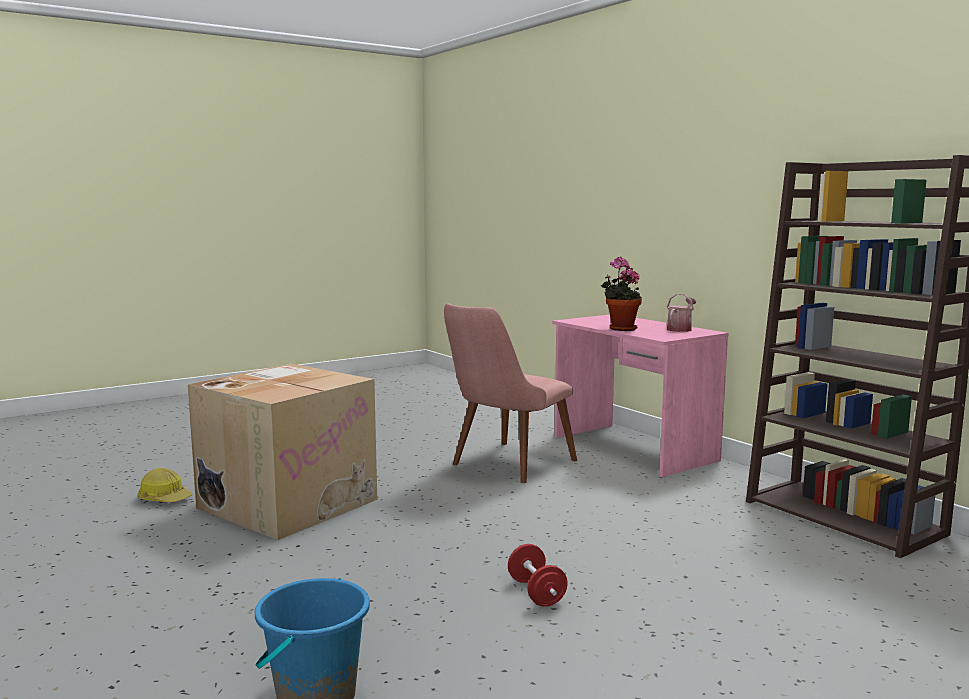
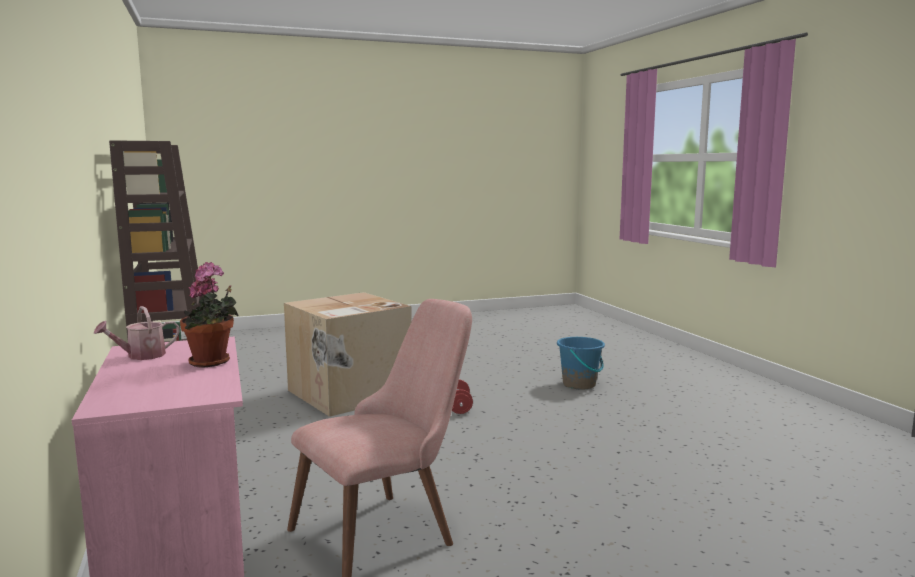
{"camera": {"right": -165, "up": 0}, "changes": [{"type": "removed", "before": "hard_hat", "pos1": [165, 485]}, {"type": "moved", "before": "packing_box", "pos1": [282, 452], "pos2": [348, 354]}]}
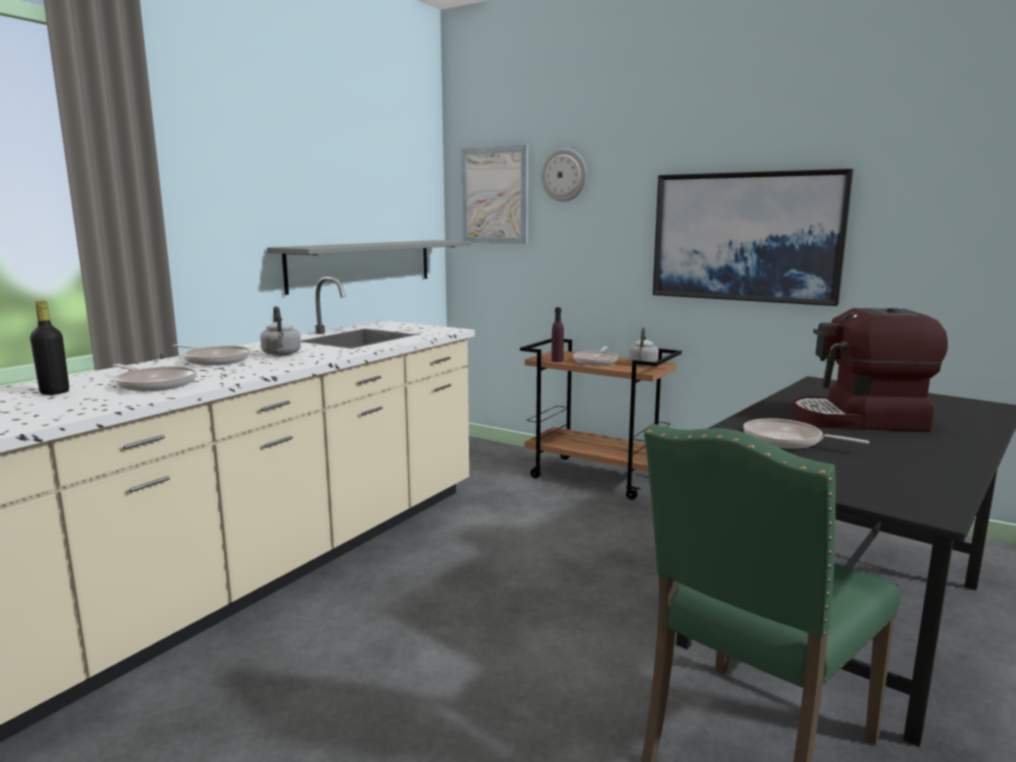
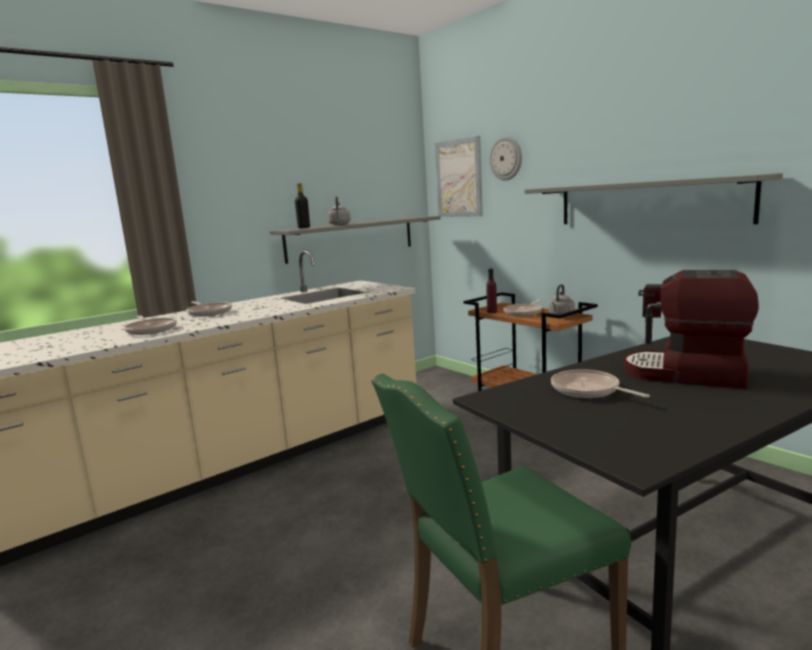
{"camera": {"right": 20, "up": 0}, "changes": [{"type": "moved", "before": "blackish_beverage_bottle", "pos1": [49, 348], "pos2": [302, 205]}, {"type": "moved", "before": "gray_tea_kettle", "pos1": [280, 331], "pos2": [339, 210]}, {"type": "replaced", "before": "picture", "after": "gray_bracket_shelf", "pos1": [753, 237], "pos2": [654, 198]}]}
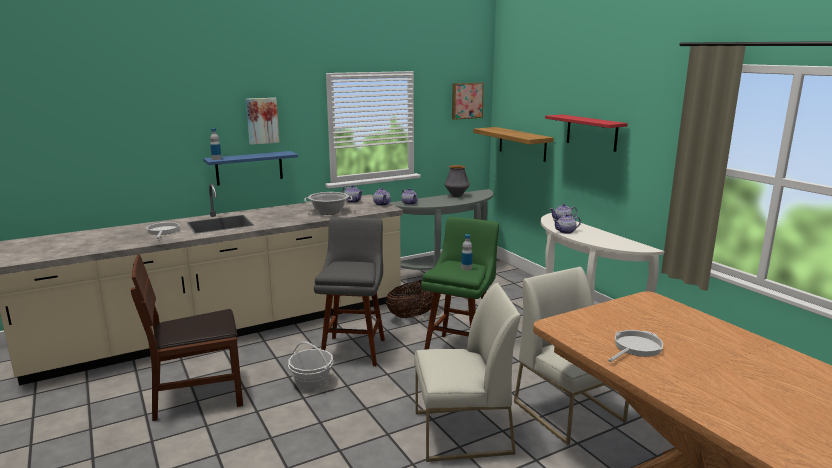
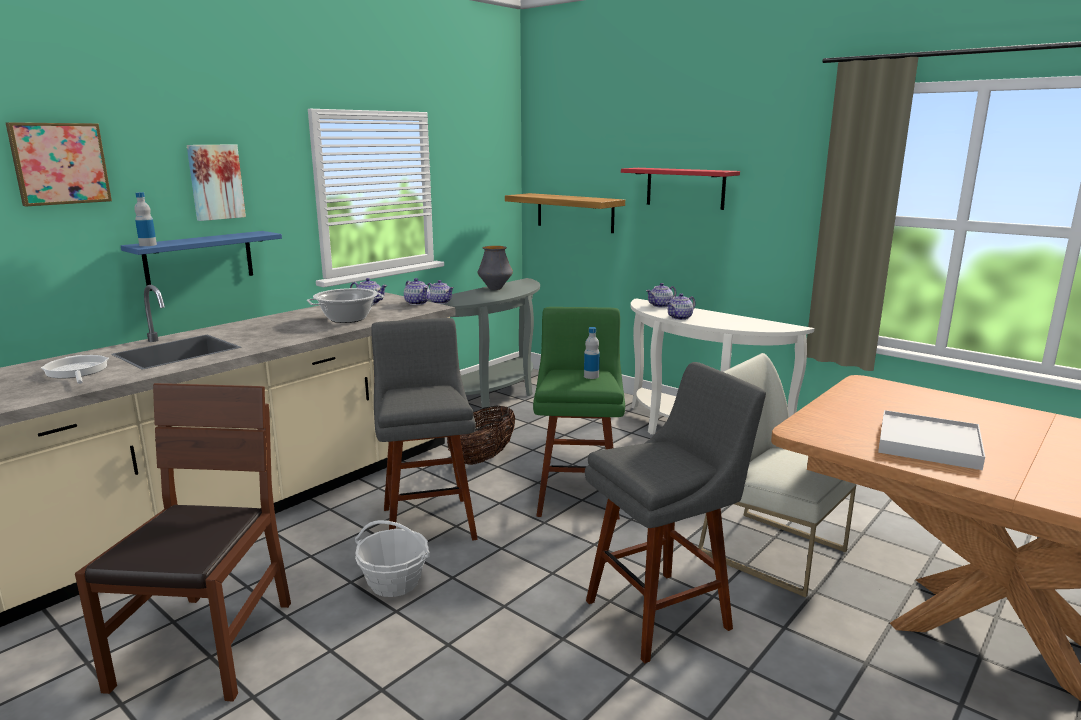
{"camera": {"right": -20, "up": 0}, "changes": [{"type": "turned", "before": "brown-coloured_chair", "pos1": [187, 337], "pos2": [183, 542], "turn": 135}, {"type": "replaced", "before": "whitish_chair", "after": "gray_sitting_stool", "pos1": [467, 372], "pos2": [675, 512]}, {"type": "moved", "before": "picture", "pos1": [468, 101], "pos2": [59, 164]}, {"type": "replaced", "before": "skillet", "after": "whitish_tray", "pos1": [635, 346], "pos2": [931, 440]}]}
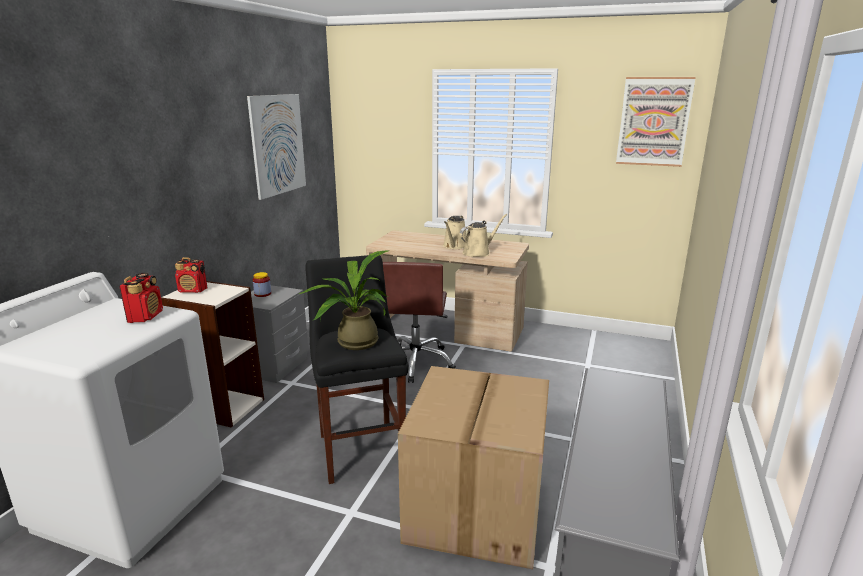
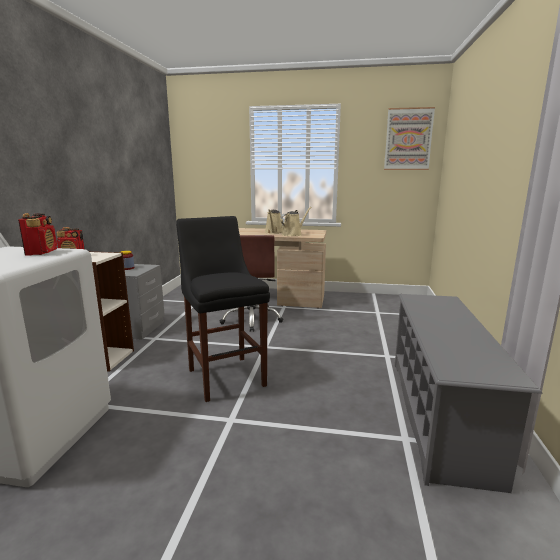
{"camera": {"right": -10, "up": -5}, "changes": [{"type": "removed", "before": "picture", "pos1": [276, 147]}, {"type": "removed", "before": "potted_plant", "pos1": [343, 300]}, {"type": "removed", "before": "packing_box", "pos1": [473, 467]}]}
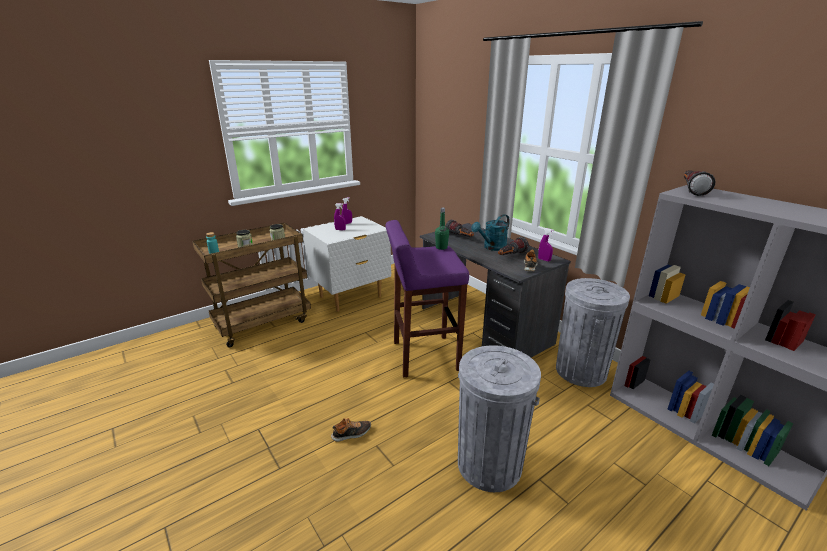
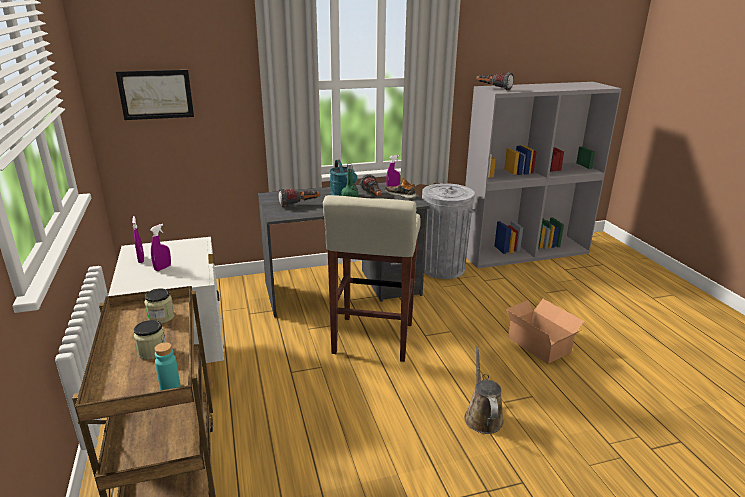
{"camera": {"right": -70, "up": 0}, "changes": [{"type": "replaced", "before": "item_of_footwear", "after": "brown-coloured_sprinkling_can", "pos1": [351, 430], "pos2": [484, 390]}, {"type": "recoloured", "before": "purple-coloured_sitting_stool", "after": "beige_sitting_stool", "pos1": [427, 298], "pos2": [372, 278]}, {"type": "replaced", "before": "gray_rubbish_bin", "after": "packing_box", "pos1": [499, 418], "pos2": [545, 331]}, {"type": "added", "after": "picture", "pos2": [155, 95]}]}
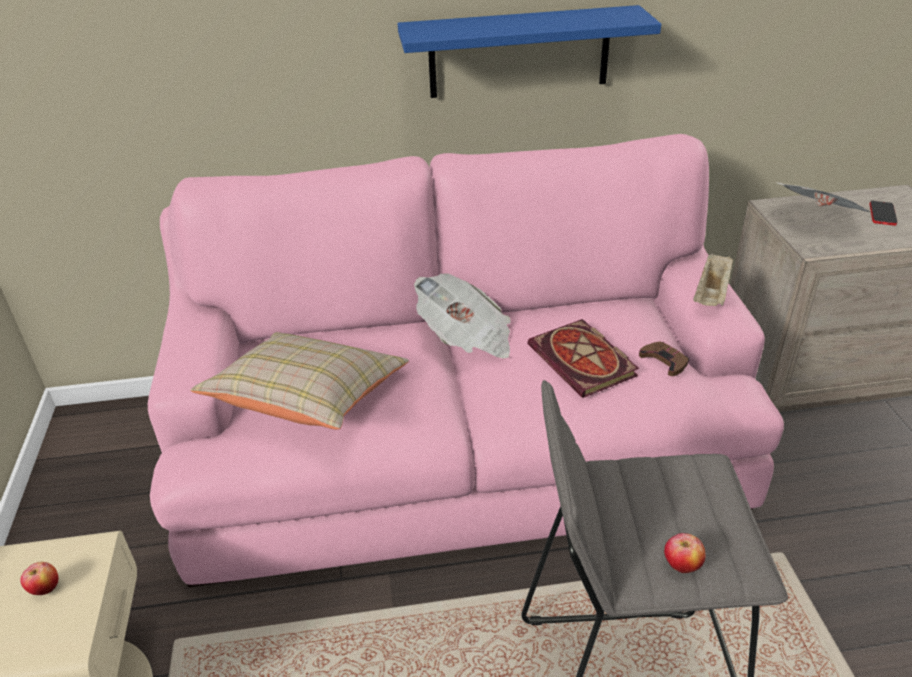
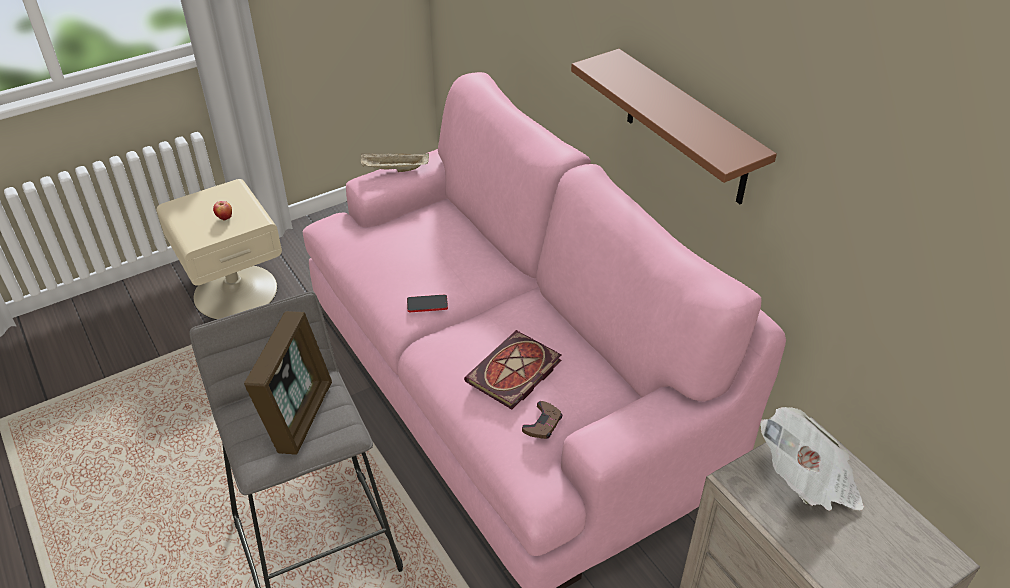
{"camera": {"right": 65, "up": 5}, "changes": [{"type": "removed", "before": "beige_throw_pillow", "pos1": [299, 381]}, {"type": "recoloured", "before": "blue_bracket_shelf", "after": "brown-coloured_bracket_shelf", "pos1": [529, 51], "pos2": [674, 126]}, {"type": "removed", "before": "printed_paper", "pos1": [462, 315]}, {"type": "removed", "before": "apple_fruit", "pos1": [684, 553]}, {"type": "moved", "before": "beige_tray", "pos1": [713, 279], "pos2": [395, 162]}, {"type": "moved", "before": "telephone", "pos1": [883, 213], "pos2": [427, 303]}, {"type": "added", "after": "picture_frame", "pos2": [288, 383]}]}
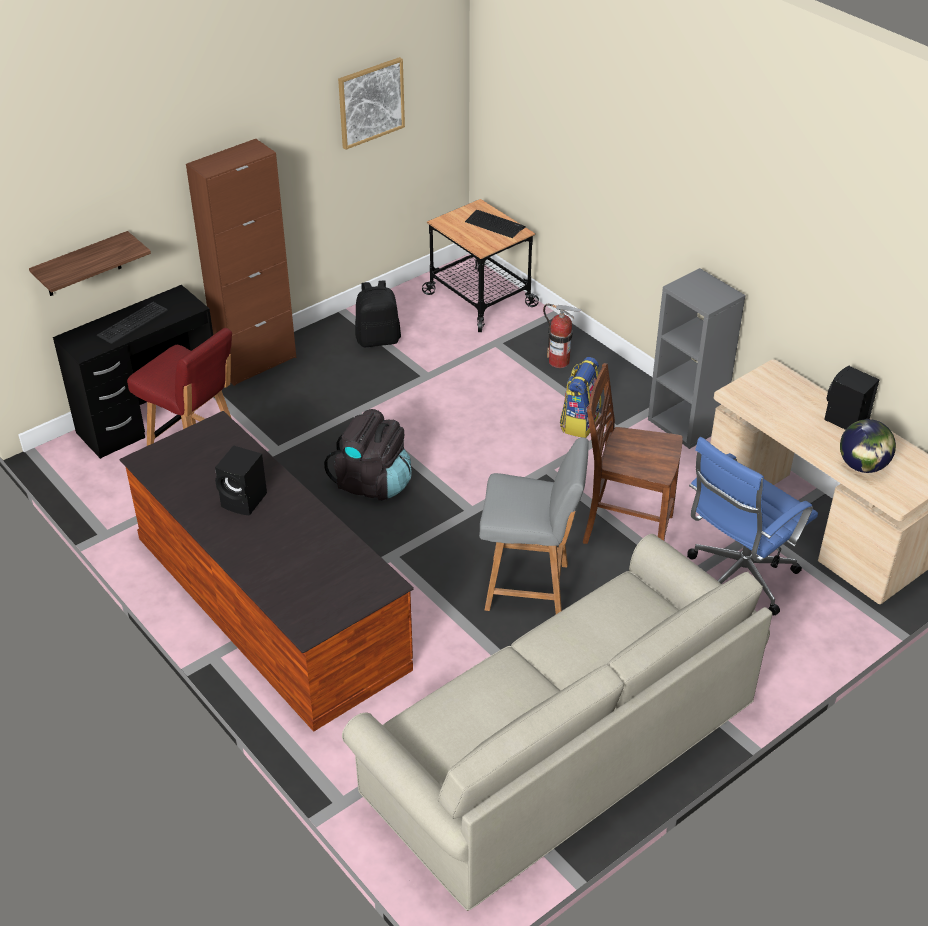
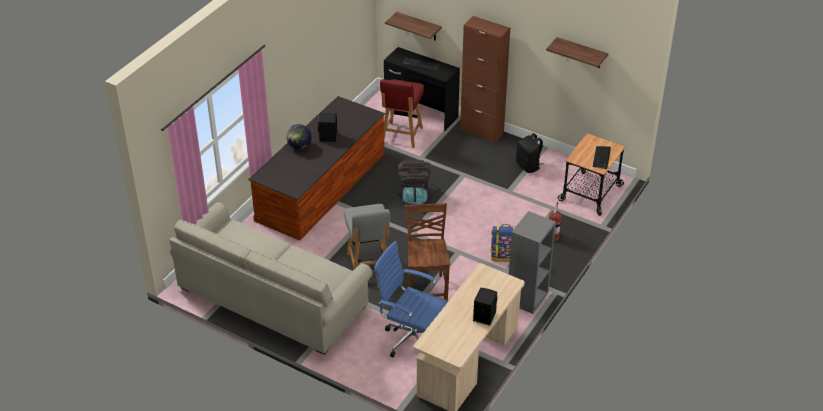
{"camera": {"right": 70, "up": 0}, "changes": [{"type": "replaced", "before": "picture", "after": "bracket_shelf", "pos1": [371, 103], "pos2": [577, 52]}, {"type": "moved", "before": "world_globe", "pos1": [868, 446], "pos2": [299, 136]}]}
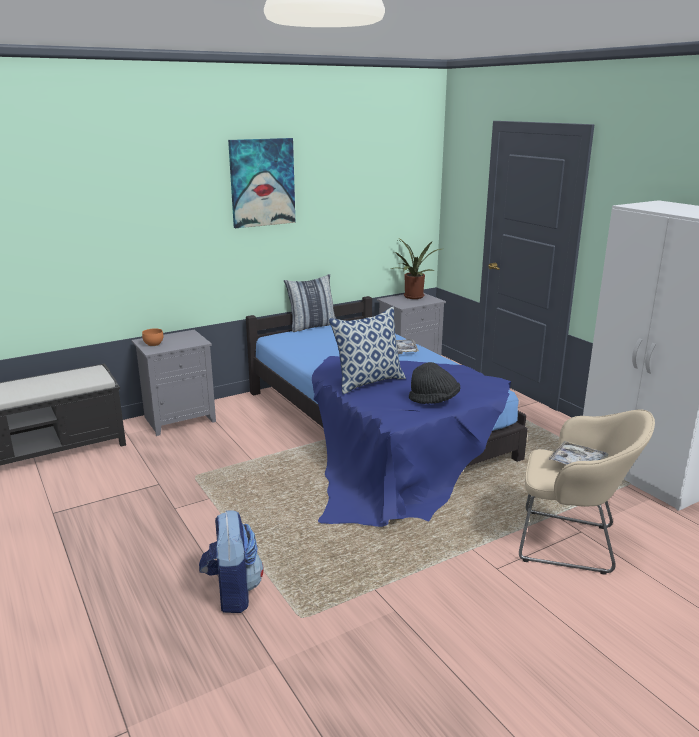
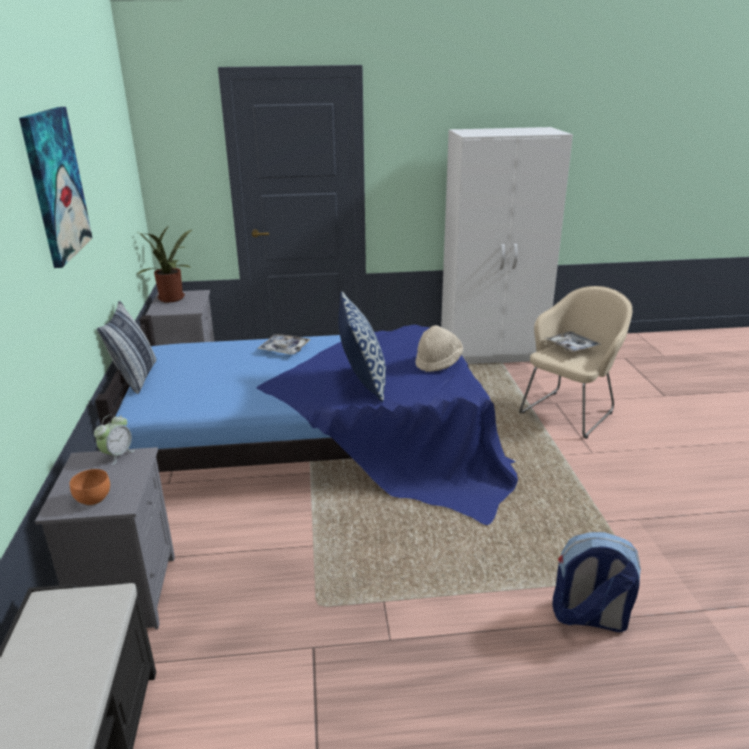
{"camera": {"right": -65, "up": 5}, "changes": [{"type": "recoloured", "before": "blackish_clothing_hat", "after": "beige_clothing_hat", "pos1": [434, 383], "pos2": [439, 348]}, {"type": "added", "after": "alarm_clock", "pos2": [114, 440]}]}
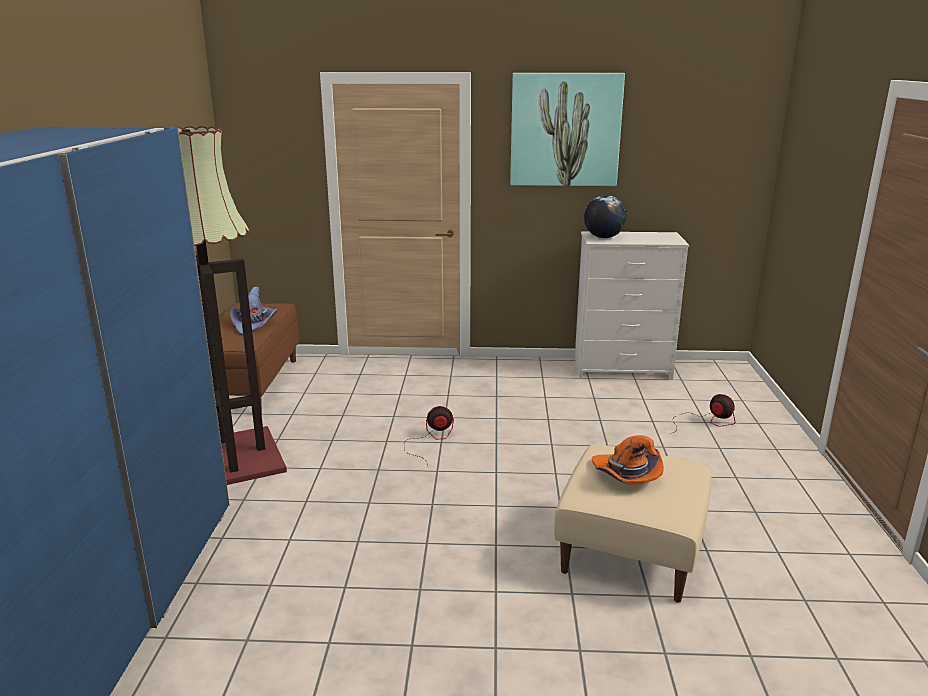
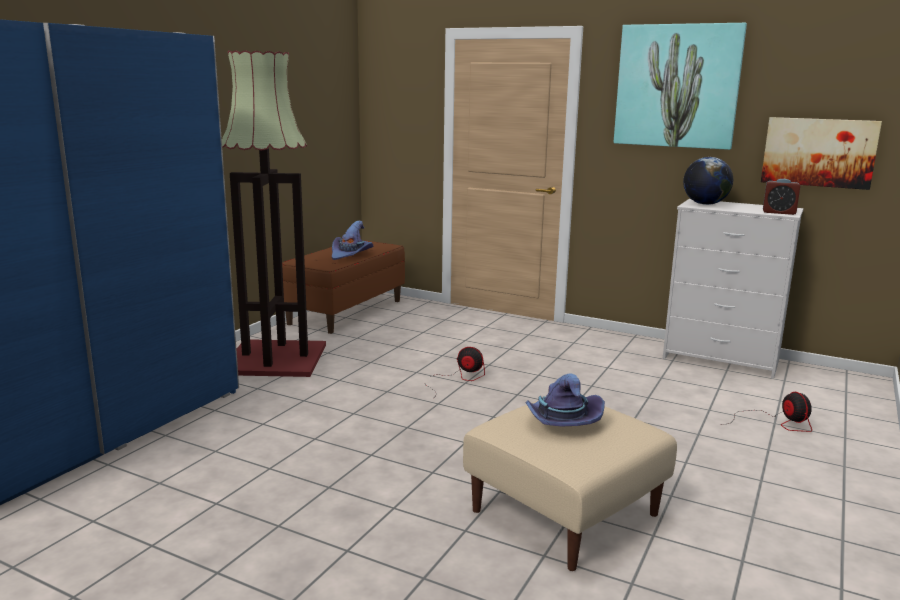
{"camera": {"right": 25, "up": -5}, "changes": [{"type": "recoloured", "before": "orange_clothing_hat", "after": "purple-coloured_clothing_hat", "pos1": [628, 460], "pos2": [565, 399]}, {"type": "added", "after": "picture", "pos2": [821, 153]}, {"type": "added", "after": "alarm_clock", "pos2": [782, 197]}]}
